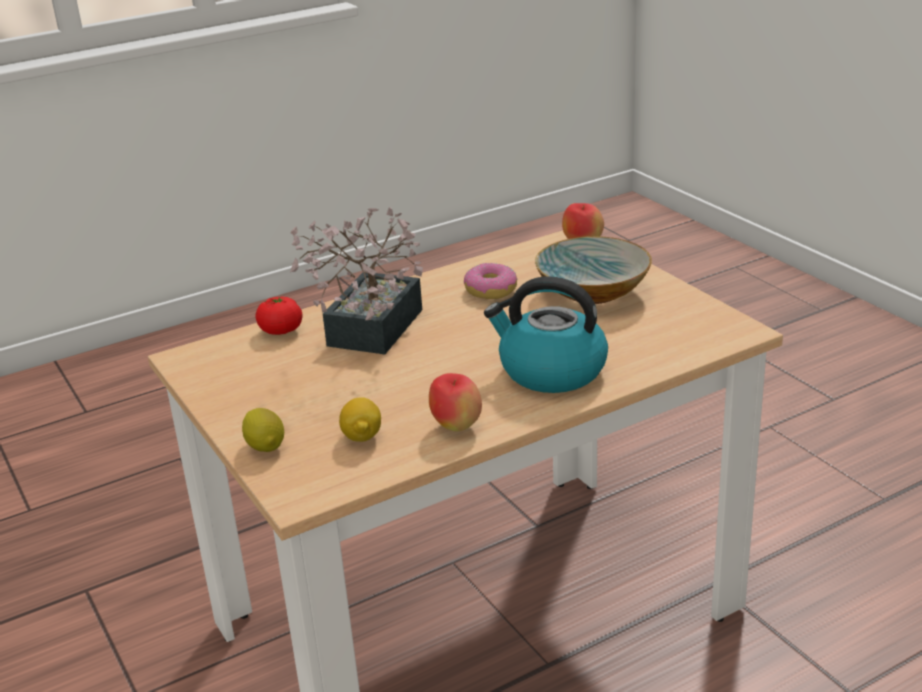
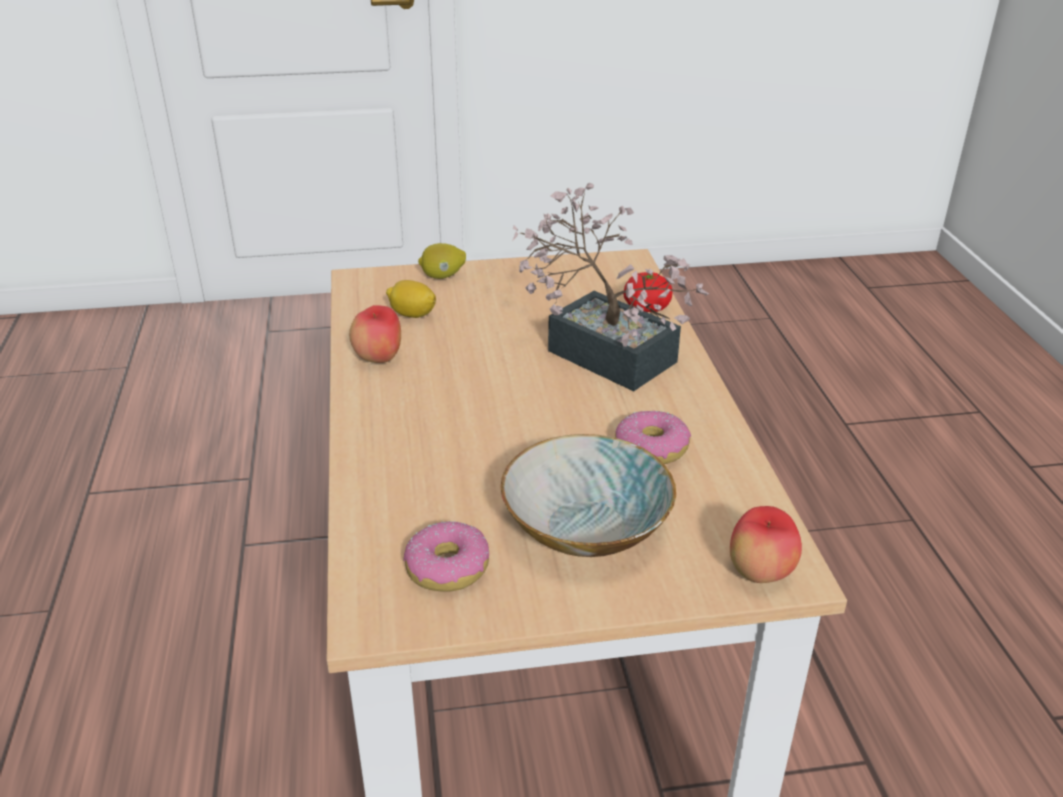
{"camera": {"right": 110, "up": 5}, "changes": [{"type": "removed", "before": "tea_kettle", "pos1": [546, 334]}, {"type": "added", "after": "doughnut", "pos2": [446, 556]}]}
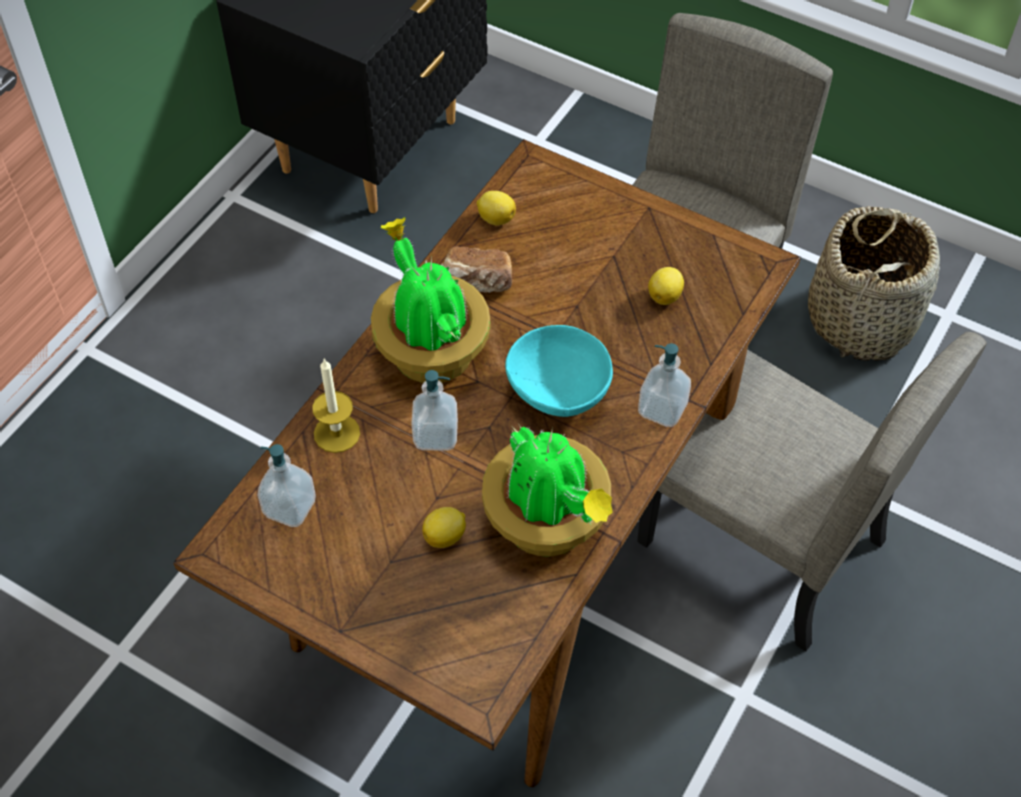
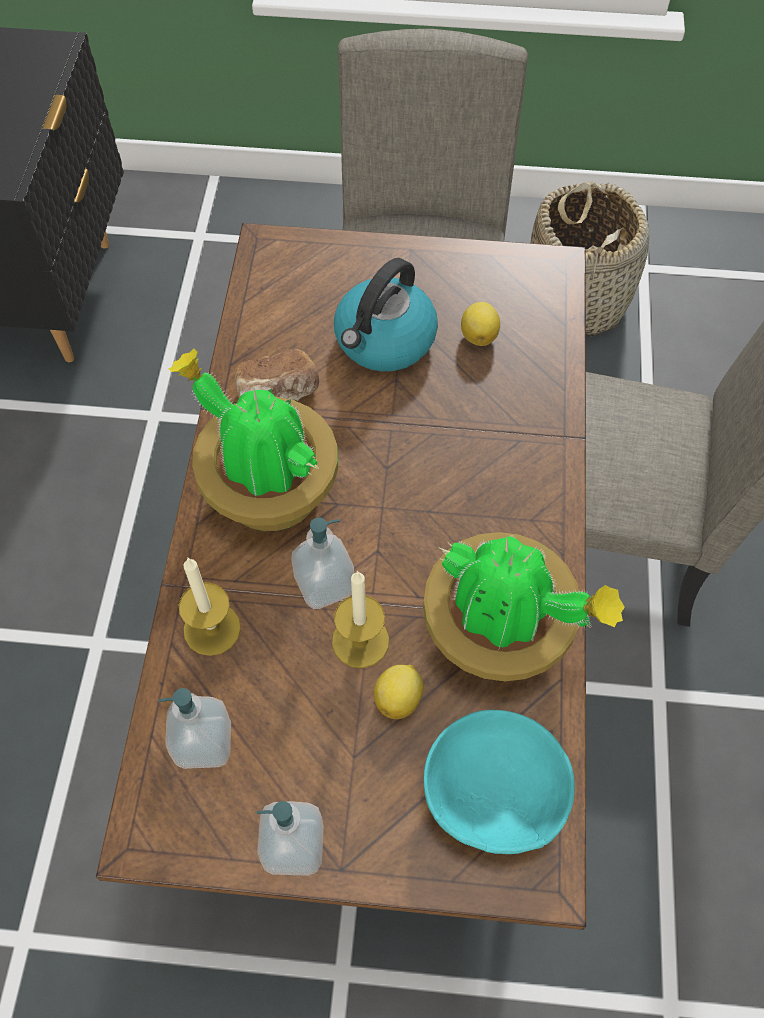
{"camera": {"right": -25, "up": 5}, "changes": [{"type": "removed", "before": "whole_lemon", "pos1": [496, 208]}, {"type": "moved", "before": "turquoise_serving_bowl", "pos1": [559, 371], "pos2": [499, 782]}, {"type": "moved", "before": "soap_dispenser", "pos1": [664, 385], "pos2": [290, 838]}, {"type": "added", "after": "wax_candle", "pos2": [360, 619]}, {"type": "added", "after": "tea_kettle", "pos2": [386, 315]}]}
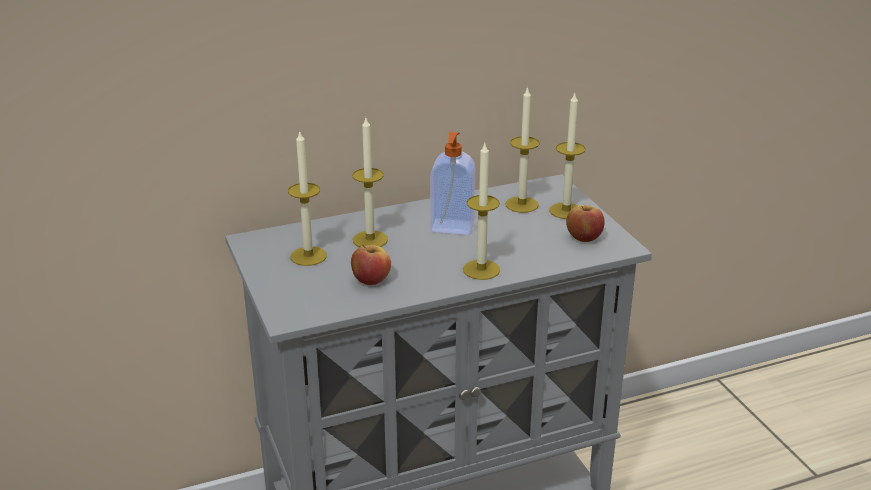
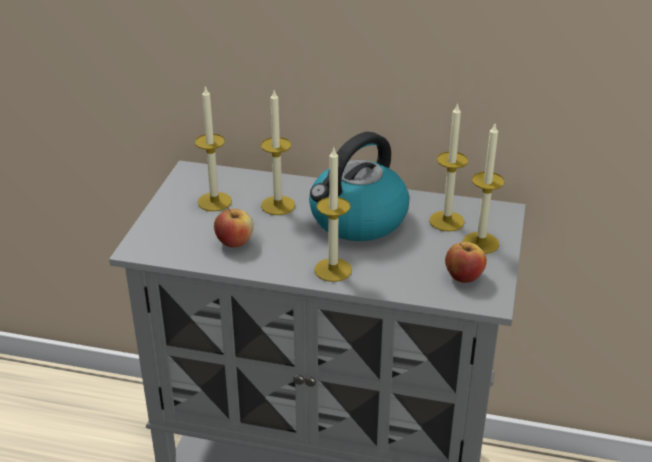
{"camera": {"right": 35, "up": 5}, "changes": [{"type": "replaced", "before": "soap_dispenser", "after": "tea_kettle", "pos1": [452, 183], "pos2": [359, 186]}]}
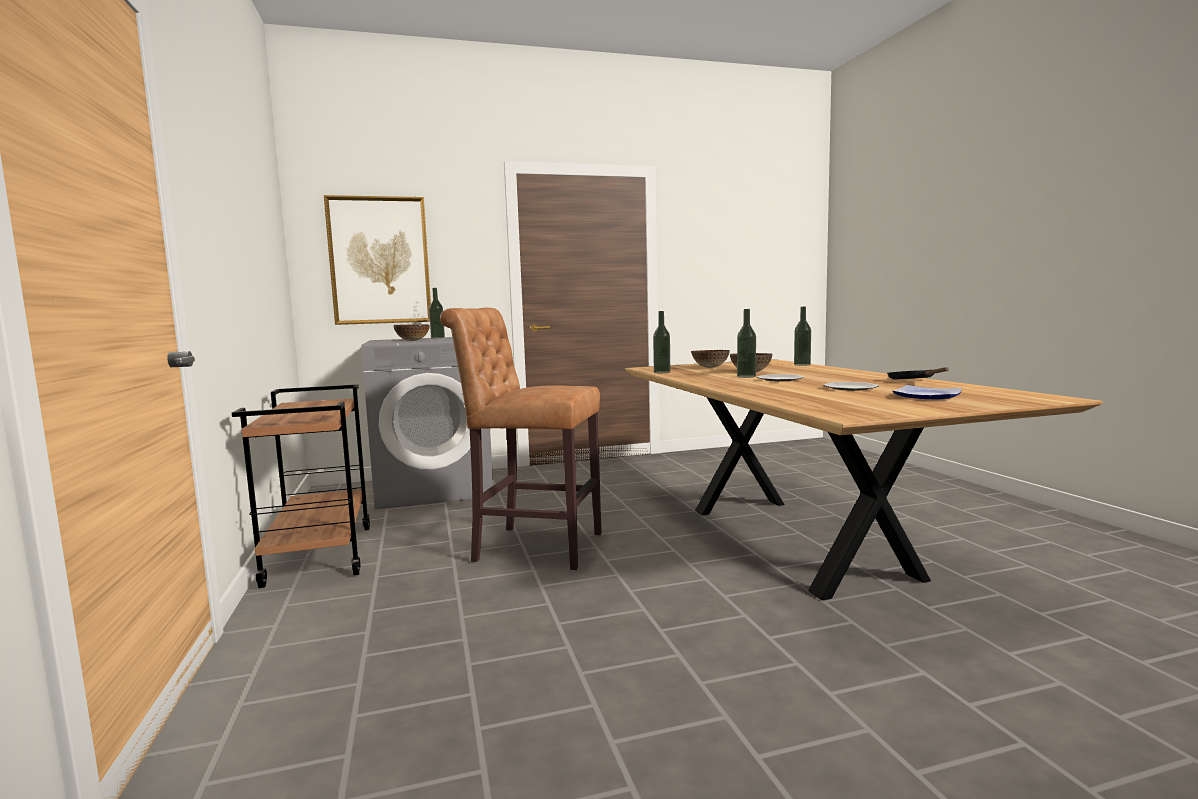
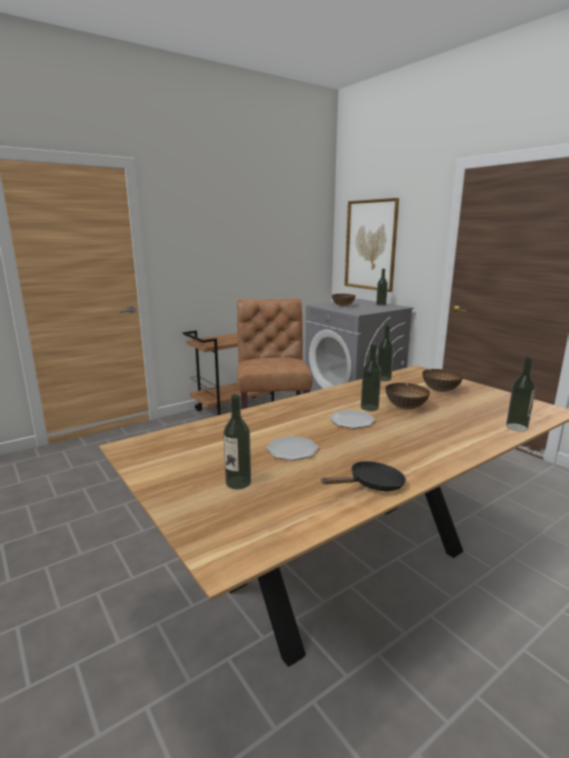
{"camera": {"right": 70, "up": 10}, "changes": [{"type": "replaced", "before": "dinner_plate", "after": "beverage_bottle", "pos1": [927, 392], "pos2": [237, 441]}]}
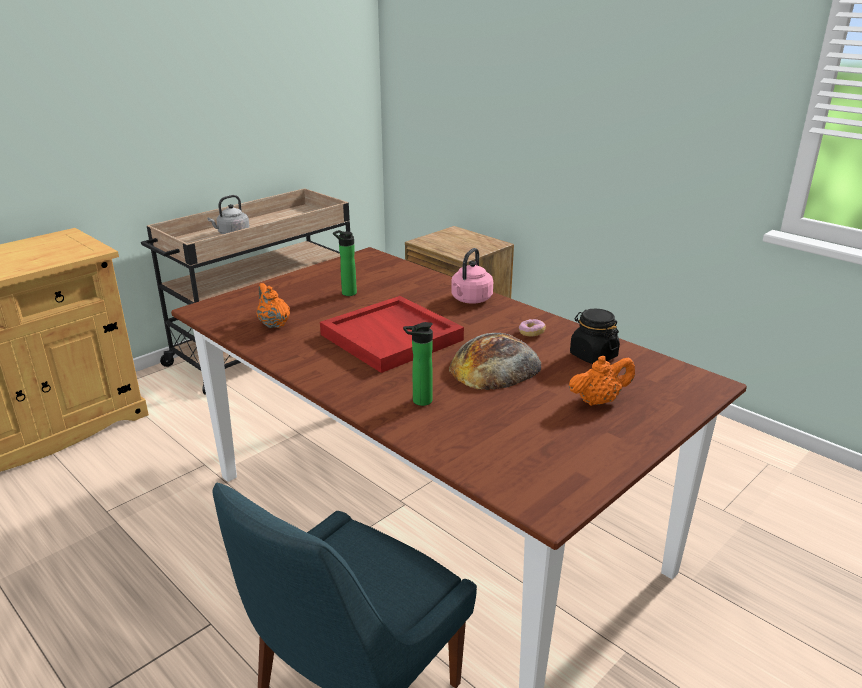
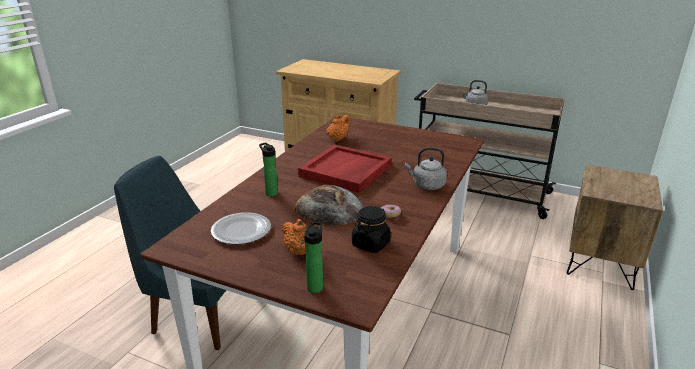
{"camera": {"right": 70, "up": 0}, "changes": [{"type": "moved", "before": "beverage_bottle", "pos1": [345, 263], "pos2": [314, 257]}, {"type": "recoloured", "before": "pink_tea_kettle", "after": "gray_tea_kettle", "pos1": [472, 276], "pos2": [426, 169]}, {"type": "added", "after": "dinner_plate", "pos2": [241, 228]}]}
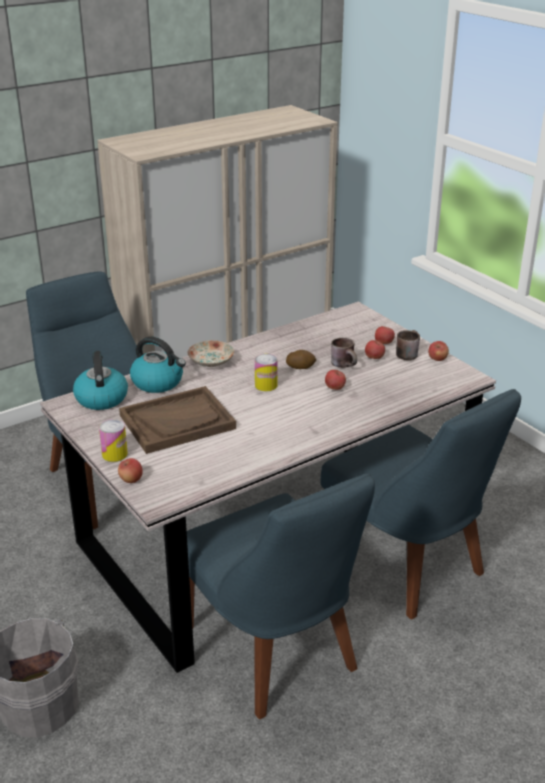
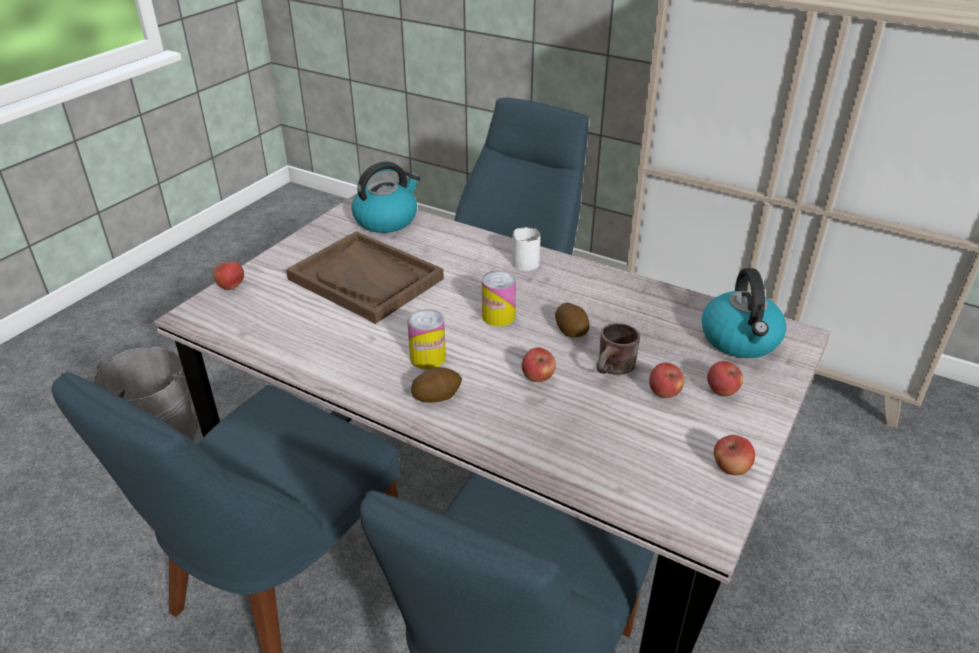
{"camera": {"right": 65, "up": 5}, "changes": [{"type": "moved", "before": "sealed_can", "pos1": [113, 440], "pos2": [426, 339]}, {"type": "moved", "before": "tea_kettle", "pos1": [158, 365], "pos2": [744, 313]}, {"type": "replaced", "before": "dinner_plate", "after": "whitish_coffee_mug", "pos1": [210, 353], "pos2": [526, 249]}, {"type": "removed", "before": "brown-coloured_coffee_mug", "pos1": [408, 345]}, {"type": "added", "after": "spud", "pos2": [436, 385]}]}
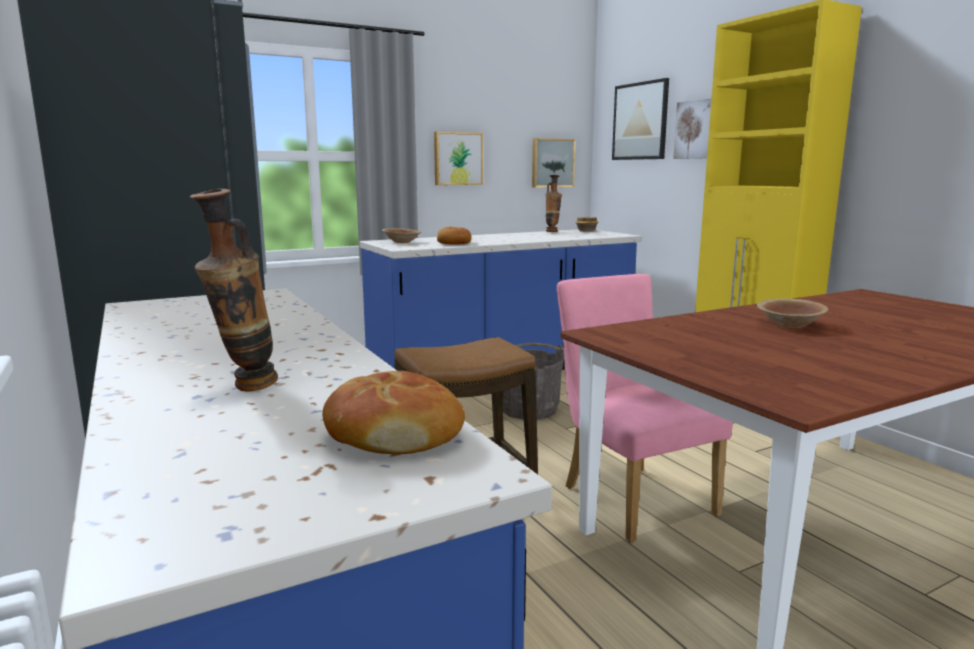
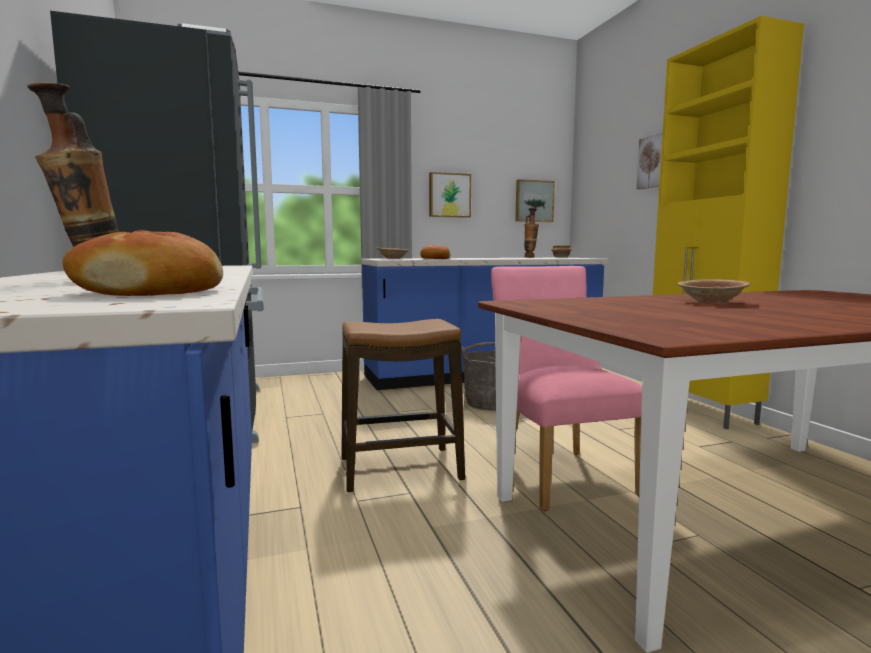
{"camera": {"right": 10, "up": -5}, "changes": [{"type": "removed", "before": "picture", "pos1": [640, 119]}]}
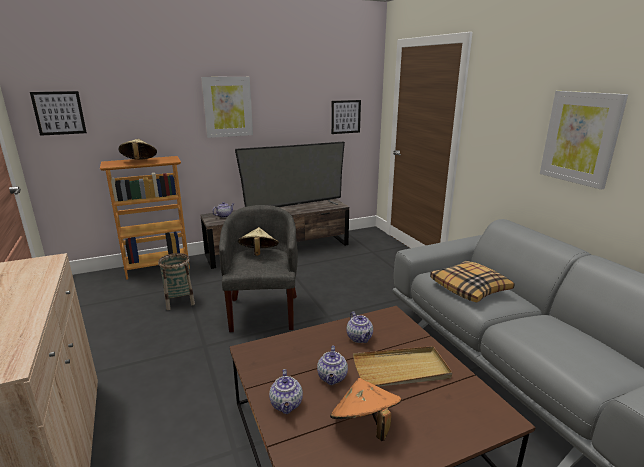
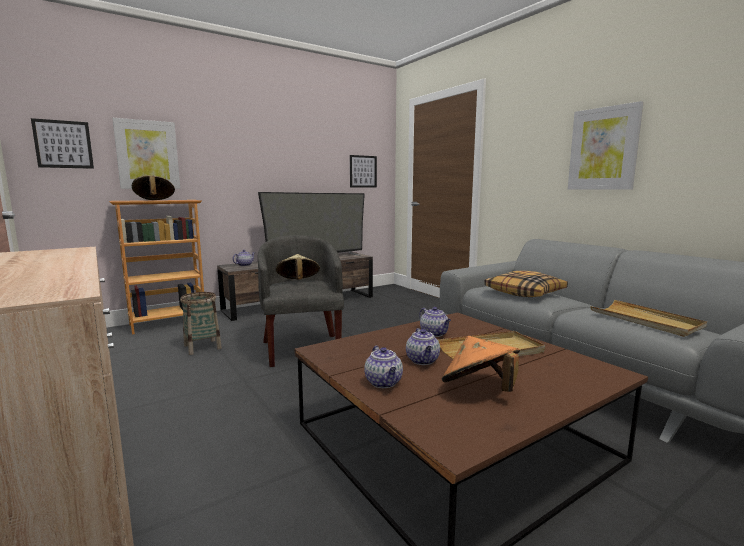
{"camera": {"right": -10, "up": -10}, "changes": [{"type": "moved", "before": "picture", "pos1": [227, 107], "pos2": [146, 153]}, {"type": "added", "after": "beige_tray", "pos2": [648, 318]}]}
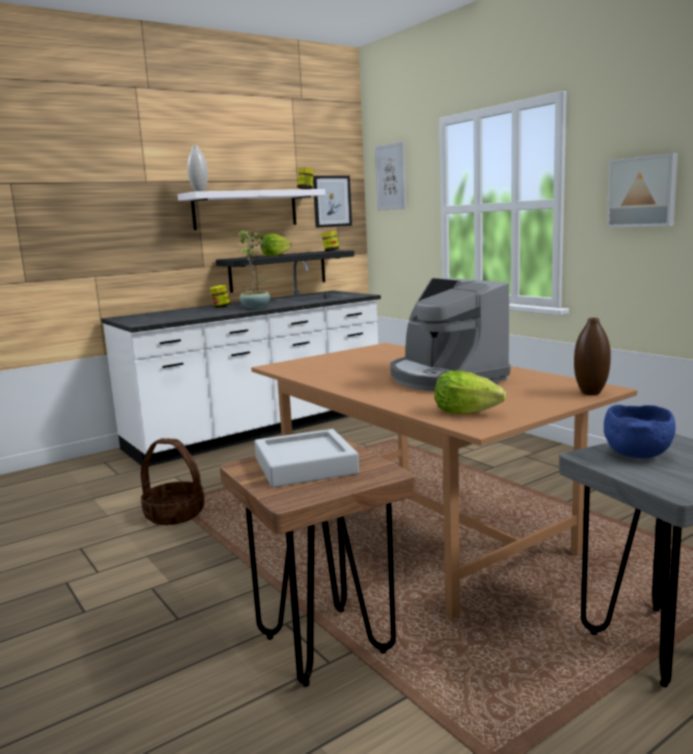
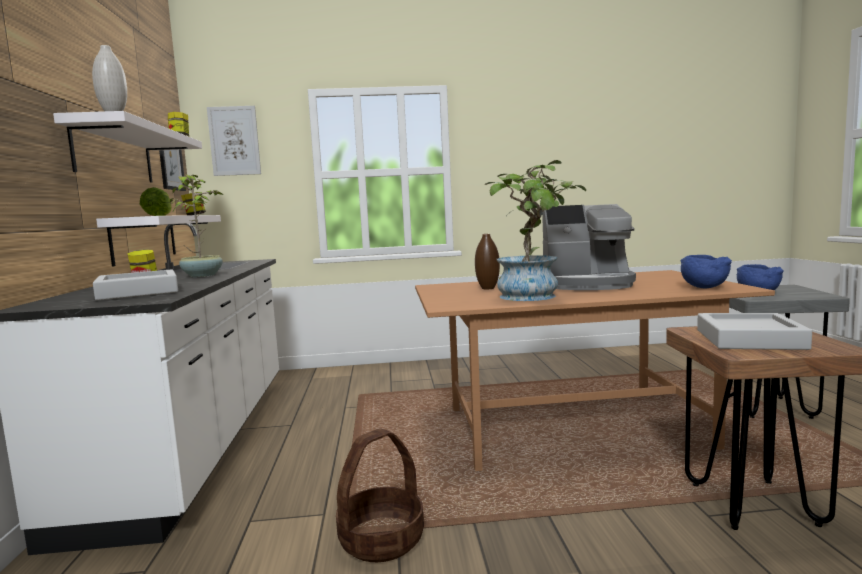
{"camera": {"right": -60, "up": -5}, "changes": [{"type": "recoloured", "before": "blackish_bracket_shelf", "after": "whitish_bracket_shelf", "pos1": [285, 271], "pos2": [158, 241]}, {"type": "replaced", "before": "lettuce", "after": "blue_serving_bowl", "pos1": [470, 392], "pos2": [706, 271]}, {"type": "moved", "before": "brown-coloured_vase", "pos1": [592, 356], "pos2": [487, 261]}, {"type": "removed", "before": "picture", "pos1": [642, 190]}, {"type": "added", "after": "gray_tray", "pos2": [135, 284]}, {"type": "added", "after": "potted_plant", "pos2": [535, 230]}]}
